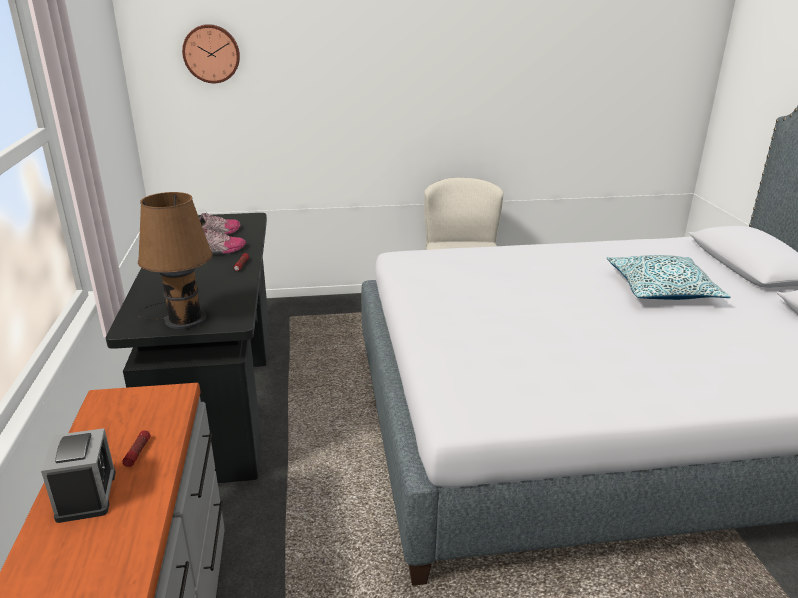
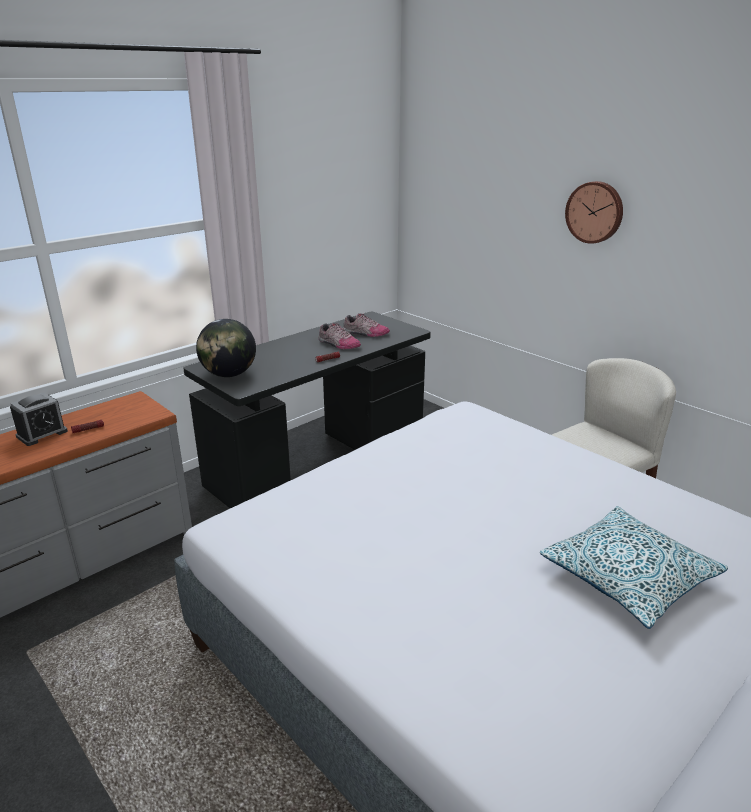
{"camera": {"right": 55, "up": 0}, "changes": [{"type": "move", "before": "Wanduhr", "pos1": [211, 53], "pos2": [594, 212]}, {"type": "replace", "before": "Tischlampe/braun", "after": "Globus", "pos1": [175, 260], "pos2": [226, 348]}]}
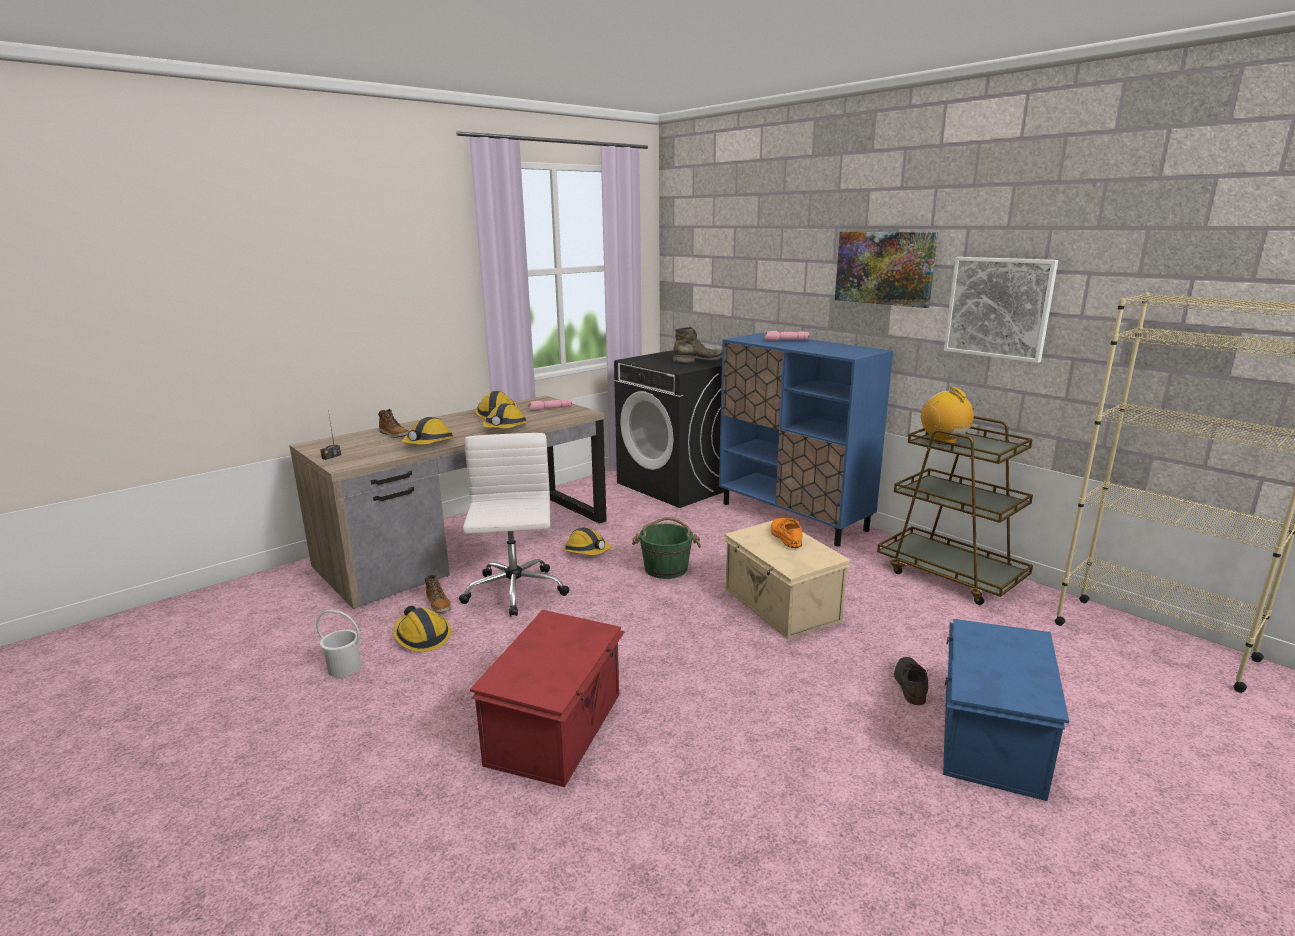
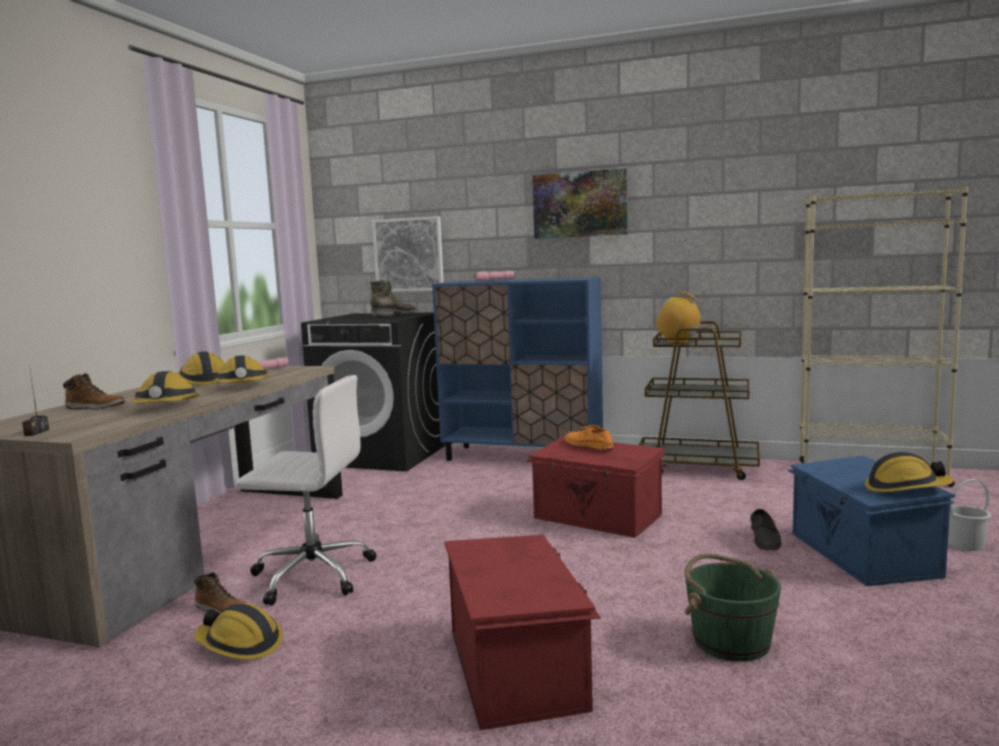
{"camera": {"right": -30, "up": -10}, "changes": [{"type": "move", "before": "Bild", "pos1": [1001, 310], "pos2": [408, 254]}, {"type": "rotate", "before": "Bürostuhl/weiß", "pos1": [514, 524], "pos2": [305, 490], "turn": 135}, {"type": "move", "before": "Eimer/grün", "pos1": [666, 548], "pos2": [732, 607]}, {"type": "recolor", "before": "Aufbewahrungsbox/beige", "after": "Aufbewahrungsbox/rot", "pos1": [786, 579], "pos2": [596, 487]}, {"type": "move", "before": "Schutzhelm", "pos1": [587, 541], "pos2": [909, 472]}, {"type": "move", "before": "Eimer/weiß", "pos1": [338, 643], "pos2": [969, 515]}, {"type": "rotate", "before": "Schuh/grau", "pos1": [911, 681], "pos2": [765, 529], "turn": -150}]}
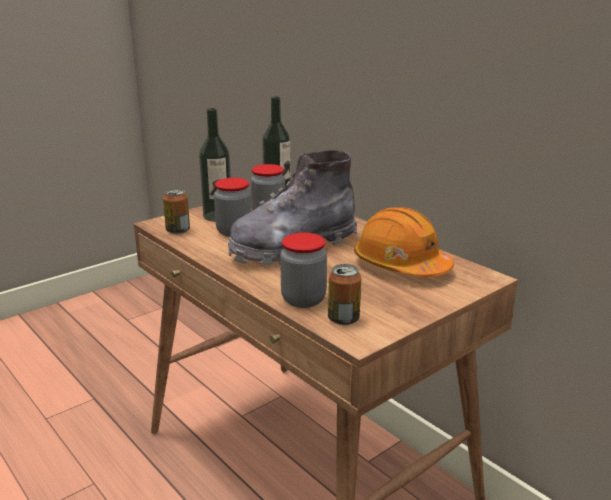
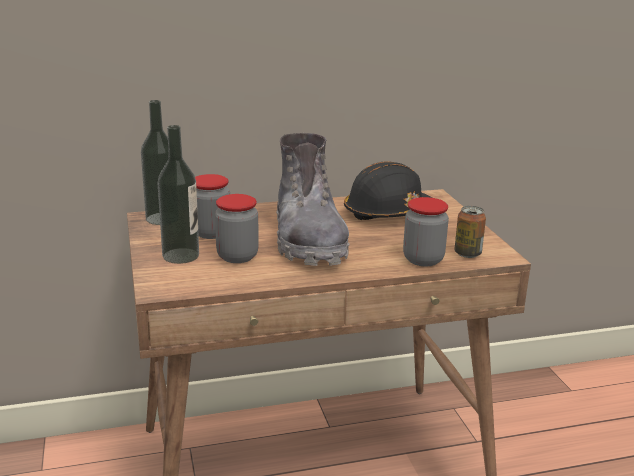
{"camera": {"right": -65, "up": 0}, "changes": [{"type": "delete", "before": "Dose", "pos1": [176, 211]}, {"type": "recolor", "before": "Schutzhelm/orange", "after": "Schutzhelm/schwarz", "pos1": [404, 242], "pos2": [388, 190]}]}
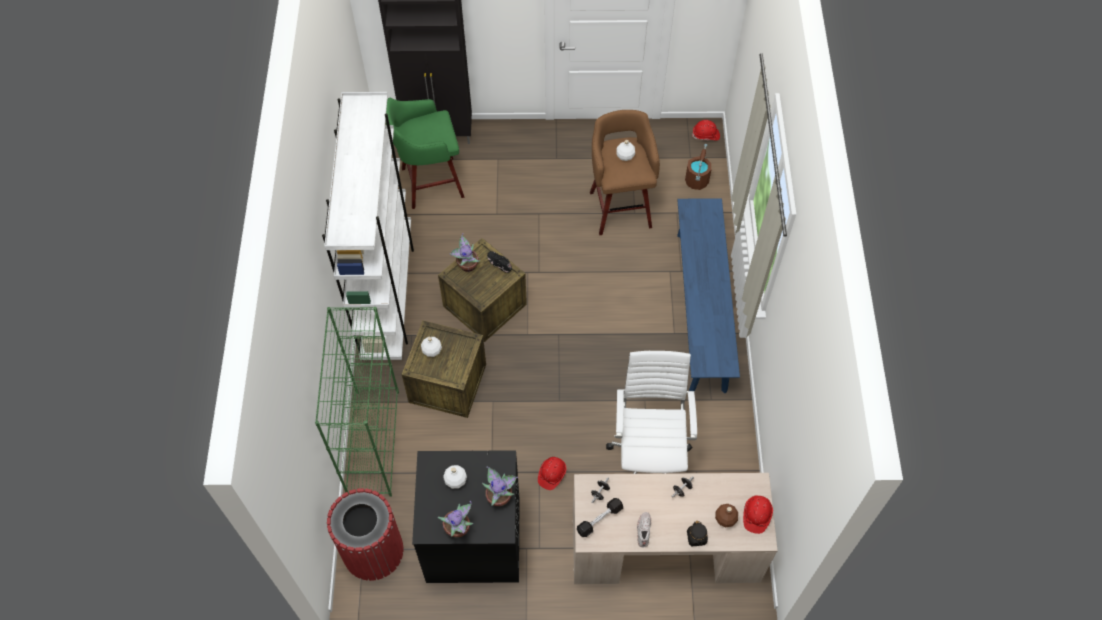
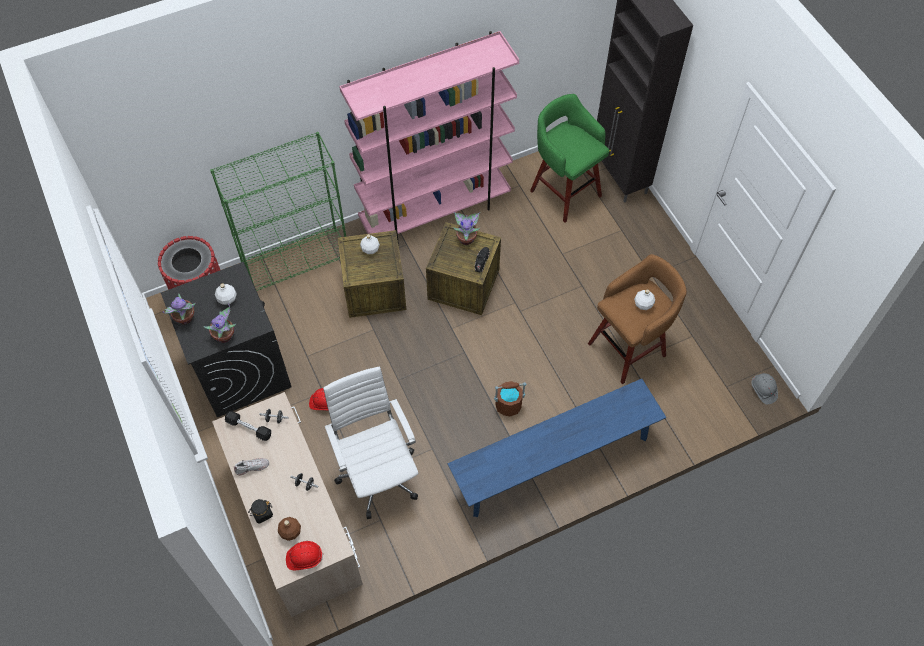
{"camera": {"right": 65, "up": 0}, "changes": [{"type": "recolor", "before": "Bücherregal/weiß", "after": "Bücherregal/rosa", "pos1": [368, 226], "pos2": [429, 138]}, {"type": "recolor", "before": "Schutzhelm/rot", "after": "Schutzhelm/grau", "pos1": [706, 130], "pos2": [764, 389]}, {"type": "move", "before": "Eimer/braun", "pos1": [698, 167], "pos2": [510, 399]}, {"type": "rotate", "before": "Bürostuhl/weiß", "pos1": [651, 412], "pos2": [370, 442], "turn": -90}]}
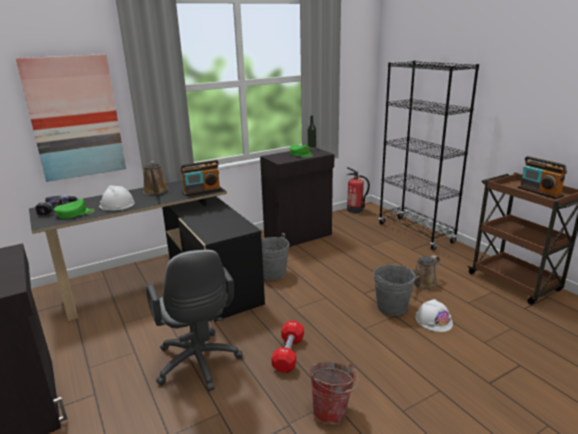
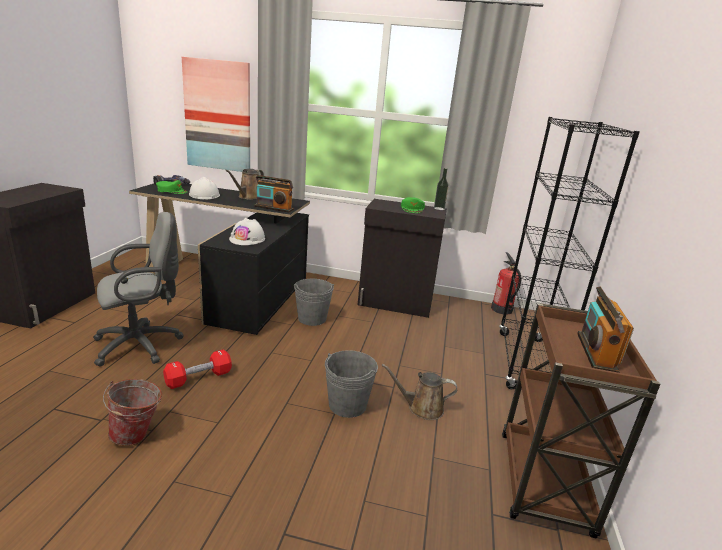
{"camera": {"right": 40, "up": 0}, "changes": [{"type": "rotate", "before": "Bürostuhl/grau", "pos1": [194, 320], "pos2": [138, 289], "turn": -135}, {"type": "move", "before": "Schutzhelm/weiß", "pos1": [434, 315], "pos2": [247, 231]}]}
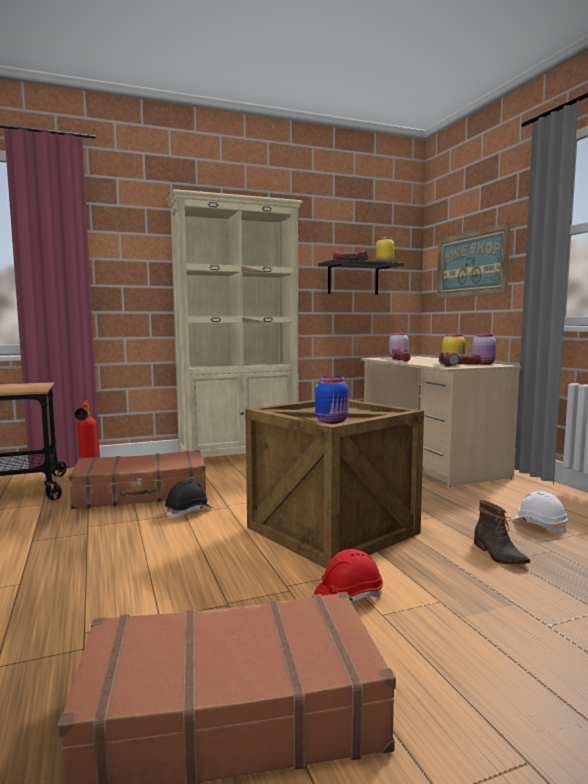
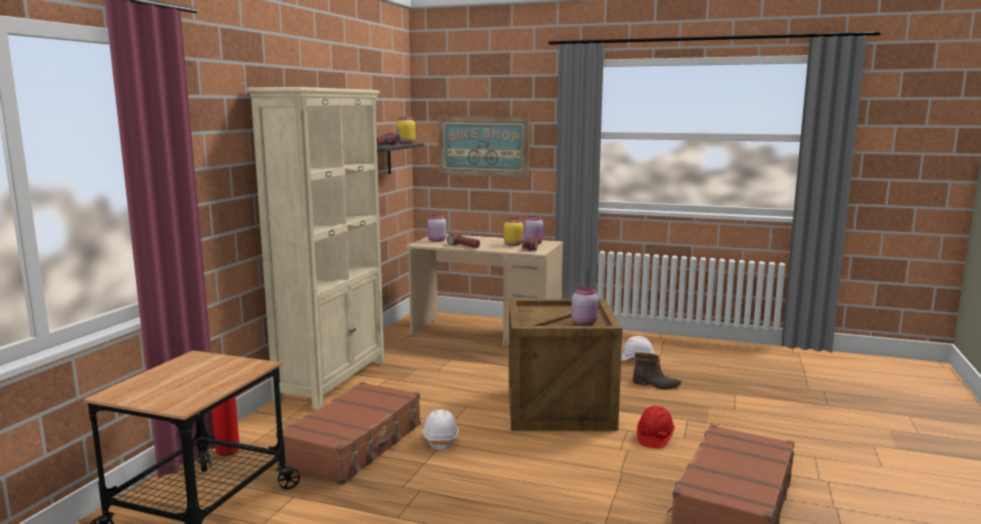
{"camera": {"right": -50, "up": 5}, "changes": [{"type": "recolor", "before": "Vorratsglas/blau", "after": "Vorratsglas/rosa", "pos1": [332, 400], "pos2": [584, 306]}, {"type": "recolor", "before": "Schutzhelm/schwarz", "after": "Schutzhelm/weiß", "pos1": [188, 499], "pos2": [440, 430]}]}
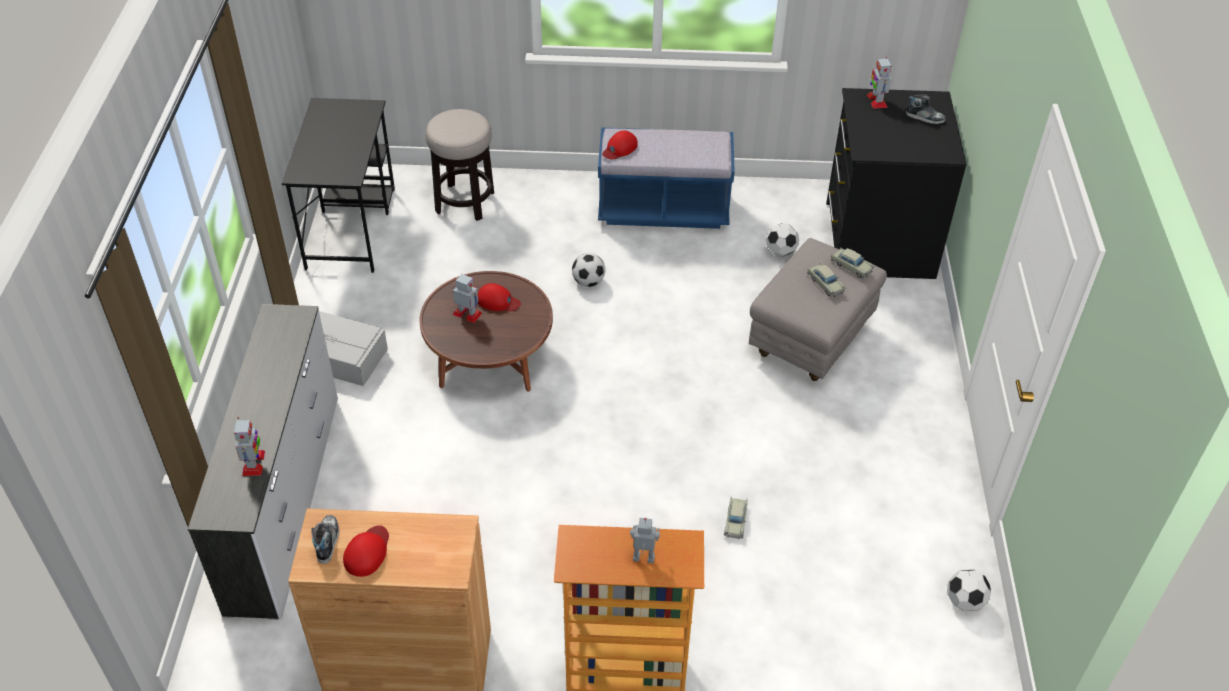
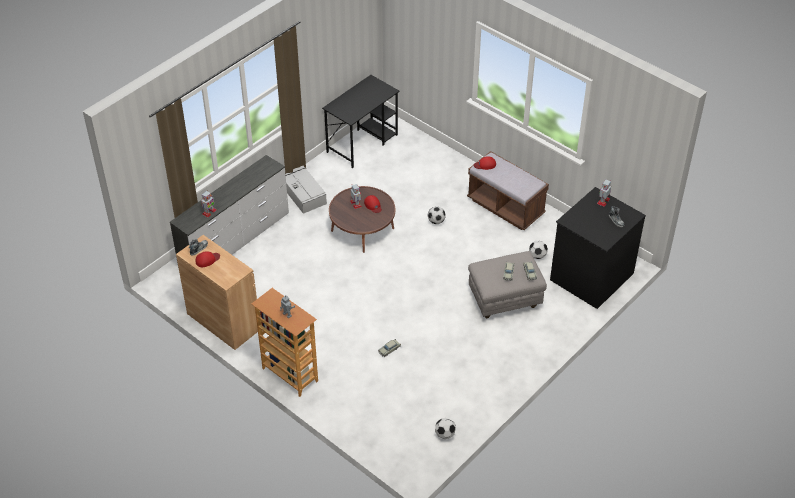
{"camera": {"right": 40, "up": 0}, "changes": [{"type": "delete", "before": "Hocker", "pos1": [459, 165]}, {"type": "recolor", "before": "Bank/blau", "after": "Bank/braun", "pos1": [666, 178], "pos2": [508, 190]}]}
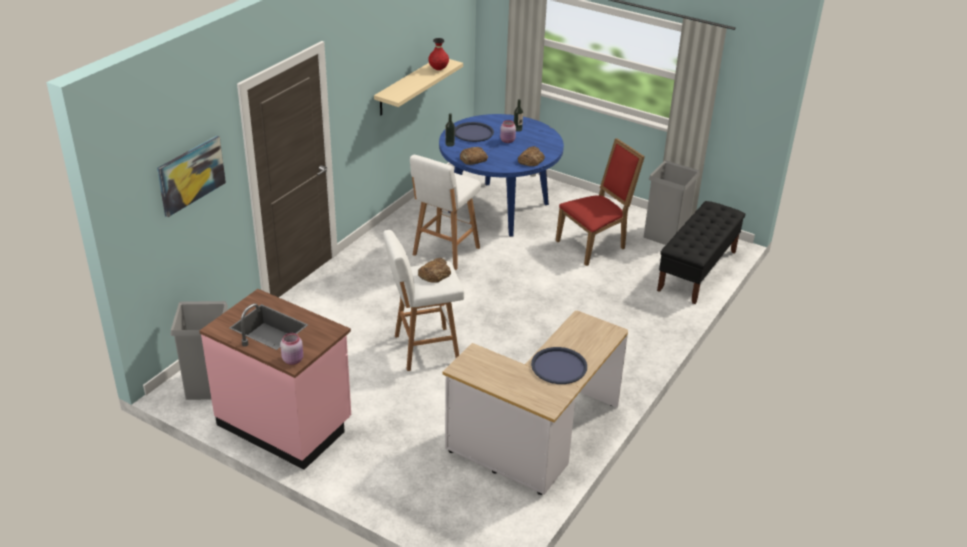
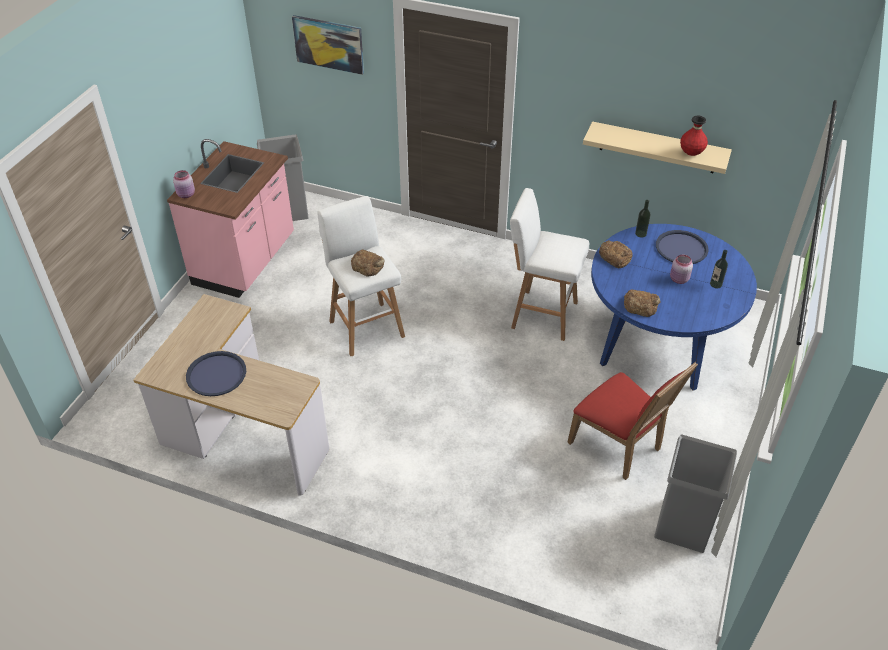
{"camera": {"right": 80, "up": 10}, "changes": [{"type": "delete", "before": "Bank/schwarz", "pos1": [701, 252]}]}
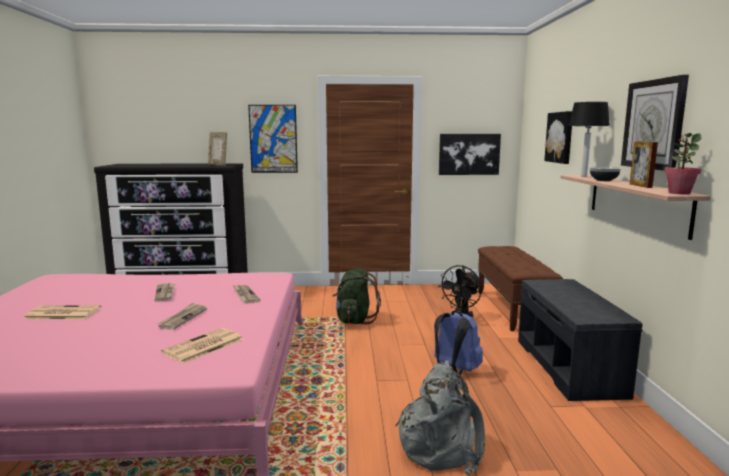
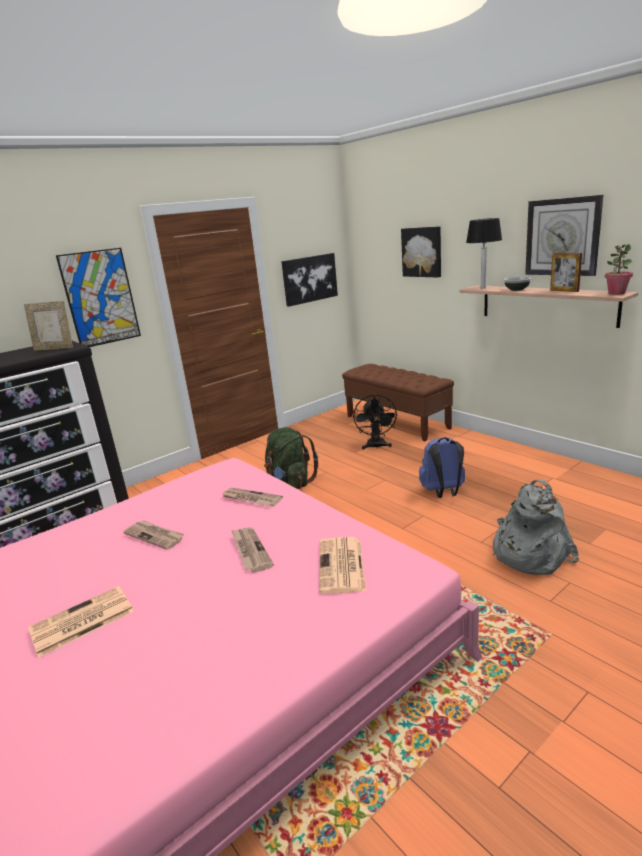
{"camera": {"right": -35, "up": 10}, "changes": [{"type": "delete", "before": "Bank/grau", "pos1": [580, 340]}]}
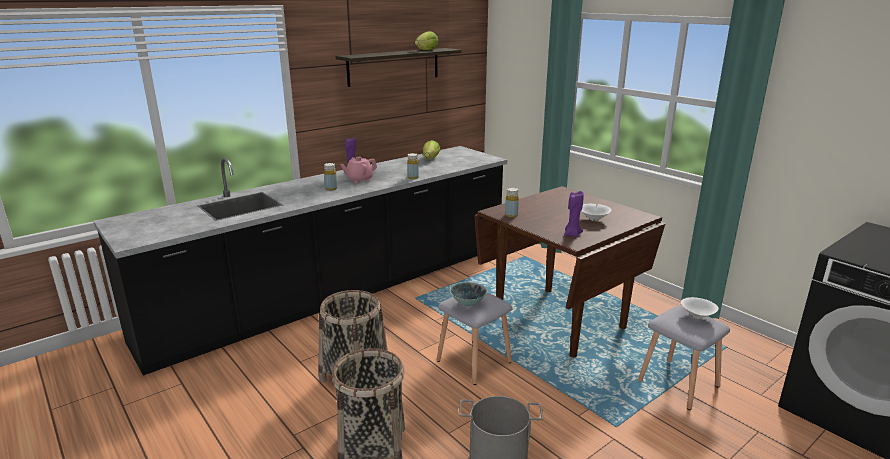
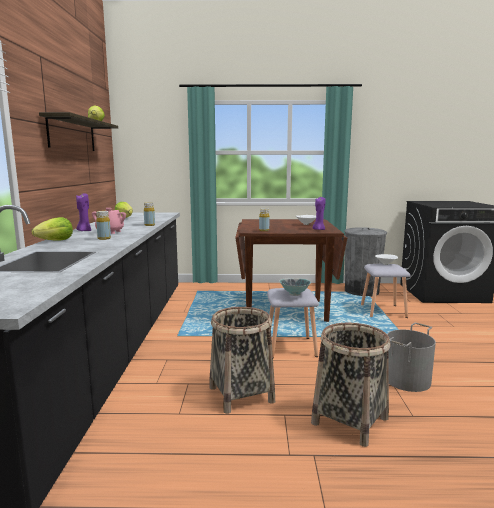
{"camera": {"right": -50, "up": -10}, "changes": [{"type": "insert", "after": "Salatkopf", "pos2": [52, 228]}, {"type": "insert", "after": "Mülleimer/grau", "pos2": [365, 262]}]}
